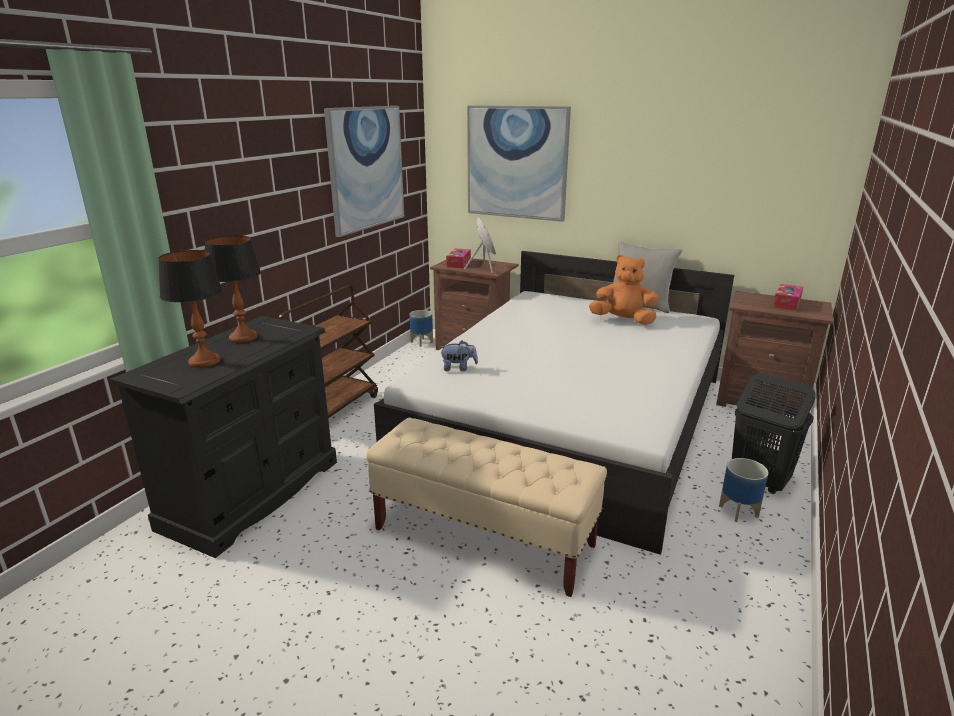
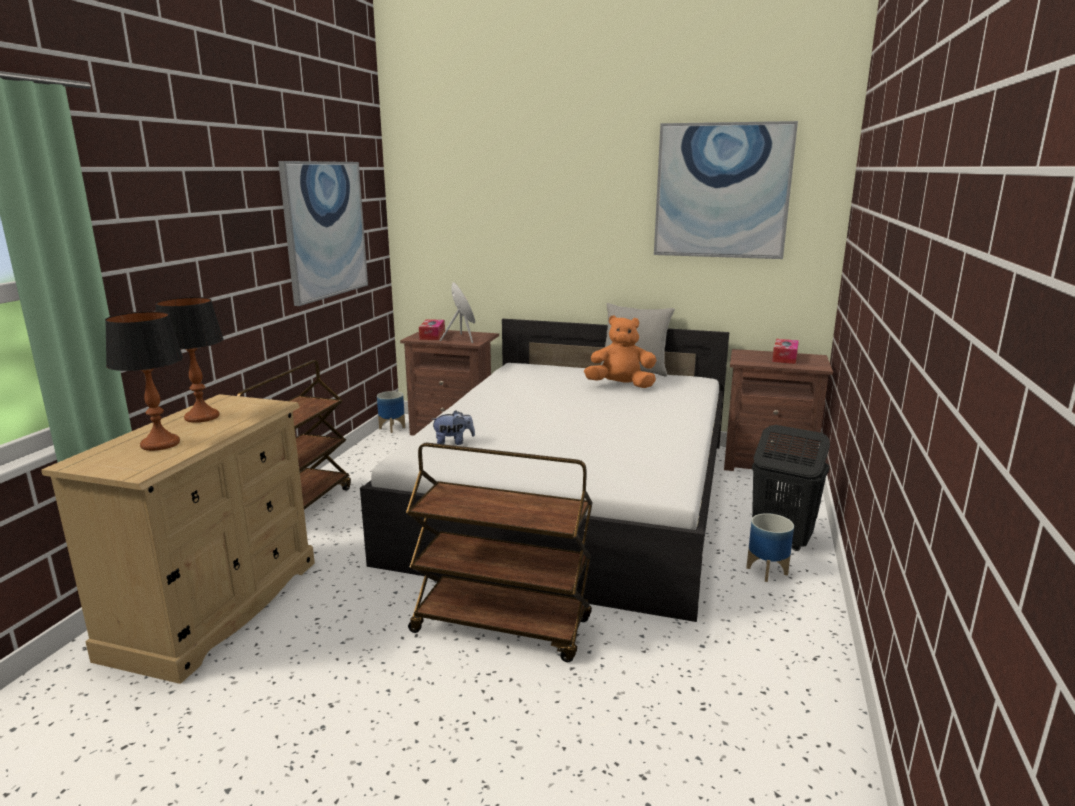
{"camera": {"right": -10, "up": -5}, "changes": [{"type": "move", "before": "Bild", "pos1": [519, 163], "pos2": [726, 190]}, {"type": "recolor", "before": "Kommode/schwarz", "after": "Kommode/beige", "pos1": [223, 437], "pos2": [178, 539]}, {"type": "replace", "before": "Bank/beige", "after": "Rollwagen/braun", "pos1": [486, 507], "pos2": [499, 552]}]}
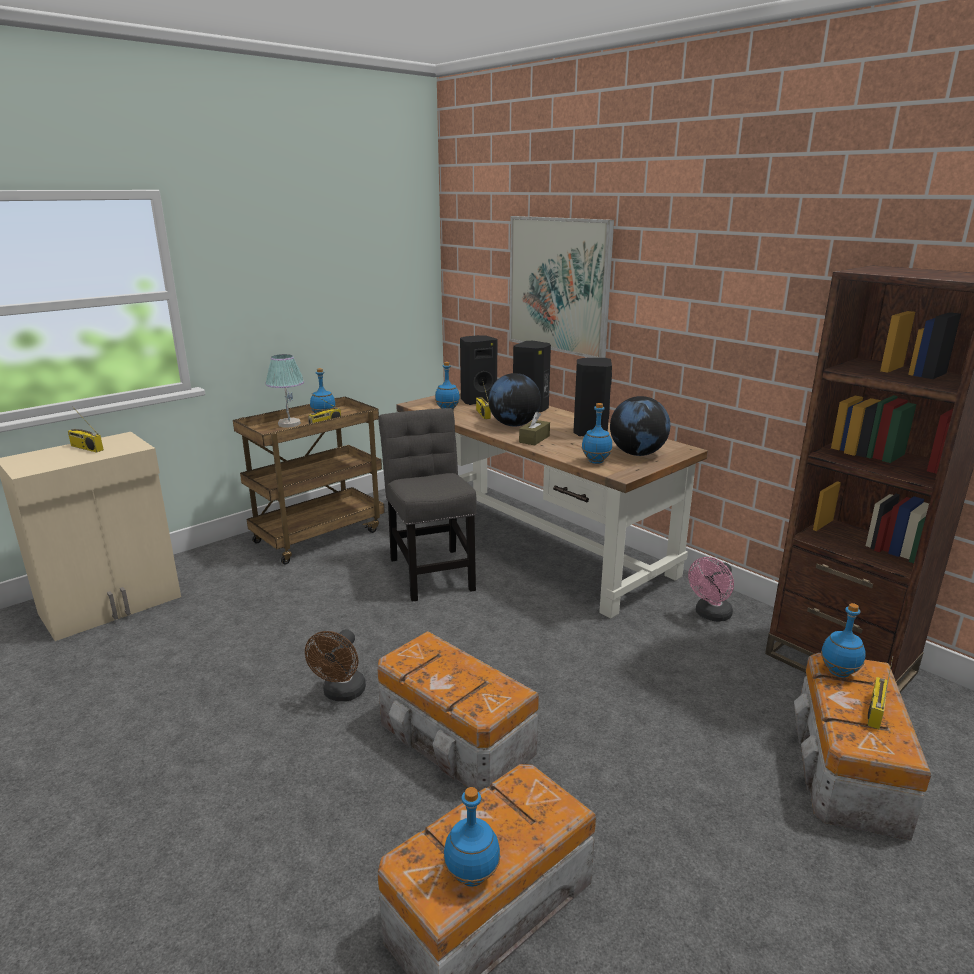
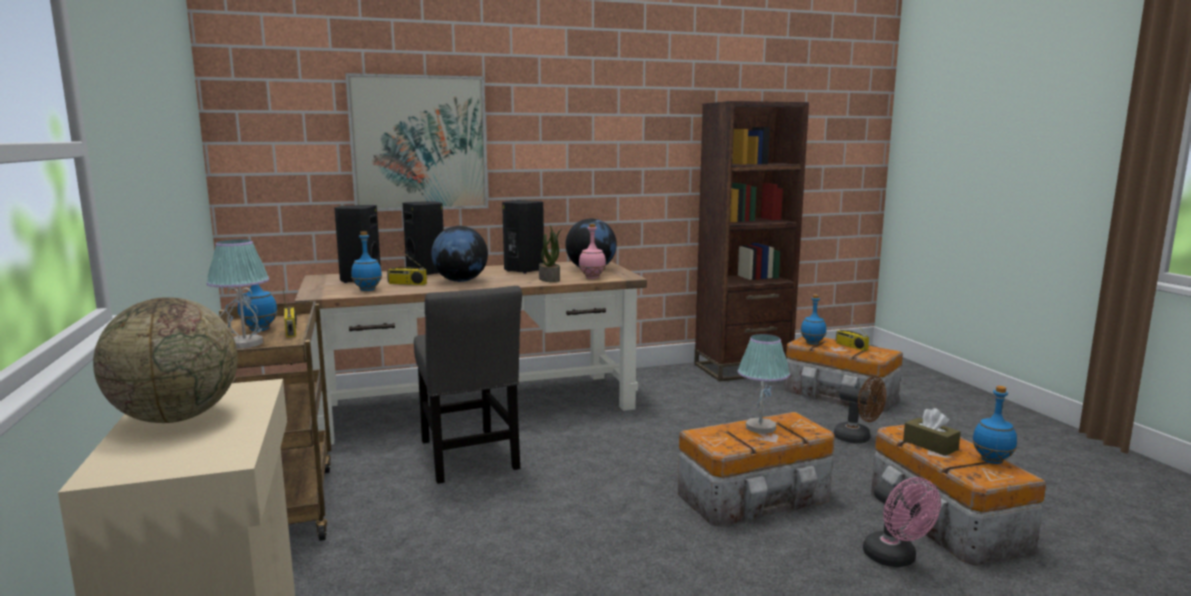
{"camera": {"right": -65, "up": -10}, "changes": [{"type": "recolor", "before": "Flasche/blau", "after": "Flasche/rosa", "pos1": [596, 433], "pos2": [592, 251]}, {"type": "replace", "before": "Radio", "after": "Globus", "pos1": [86, 429], "pos2": [165, 360]}, {"type": "rotate", "before": "Stuhl/grau", "pos1": [427, 505], "pos2": [468, 385], "turn": -120}, {"type": "move", "before": "Taschentuchbox/braun", "pos1": [534, 428], "pos2": [932, 432]}, {"type": "move", "before": "Ventilator/rosa", "pos1": [711, 589], "pos2": [902, 522]}, {"type": "move", "before": "Ventilator/braun", "pos1": [335, 665], "pos2": [860, 409]}, {"type": "insert", "after": "Topfpflanze", "pos2": [550, 253]}, {"type": "insert", "after": "Tischlampe", "pos2": [764, 384]}]}
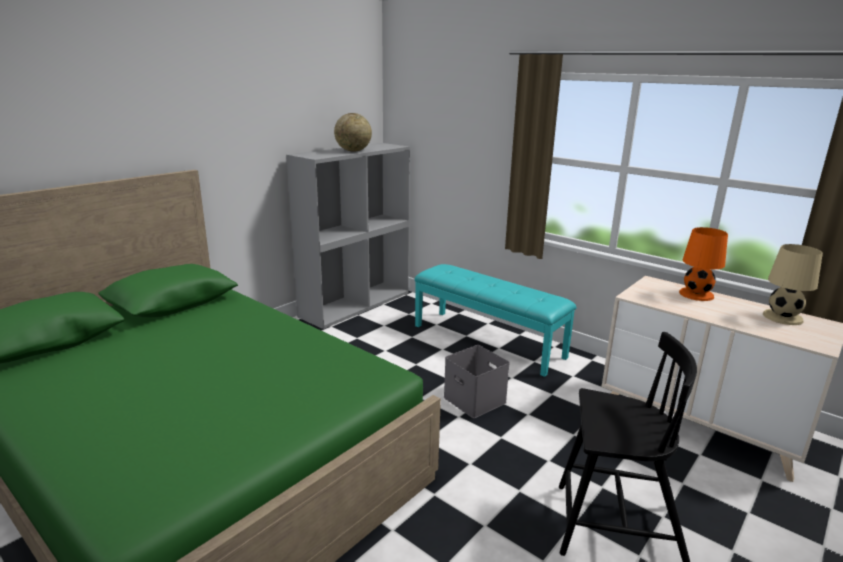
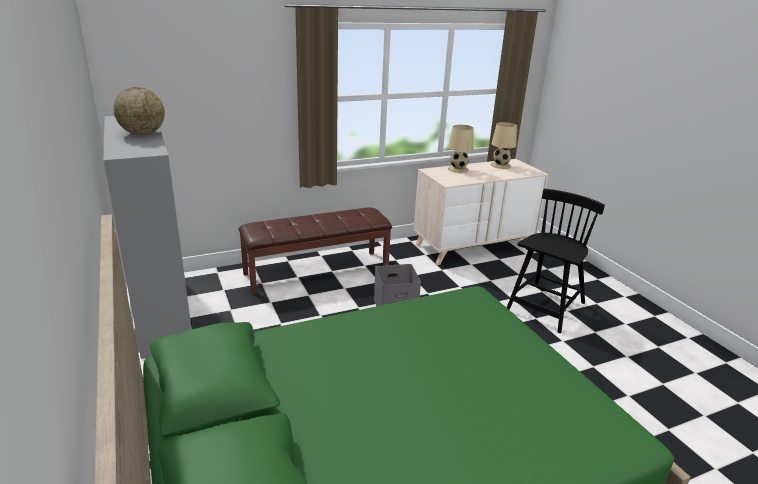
{"camera": {"right": -65, "up": 5}, "changes": [{"type": "recolor", "before": "Tischlampe/orange", "after": "Tischlampe/beige", "pos1": [703, 264], "pos2": [461, 149]}, {"type": "recolor", "before": "Bank/türkis", "after": "Bank/braun", "pos1": [495, 320], "pos2": [315, 250]}]}
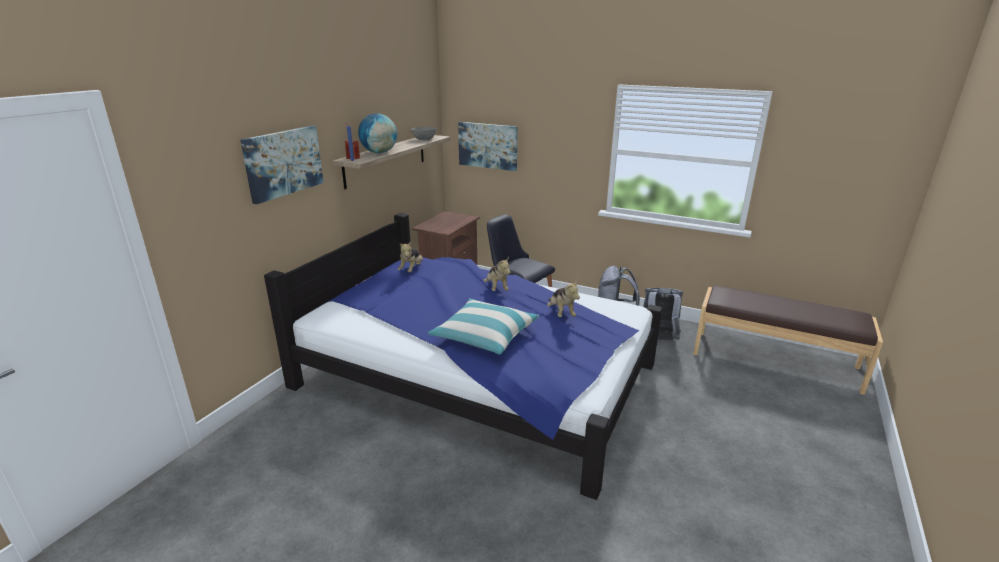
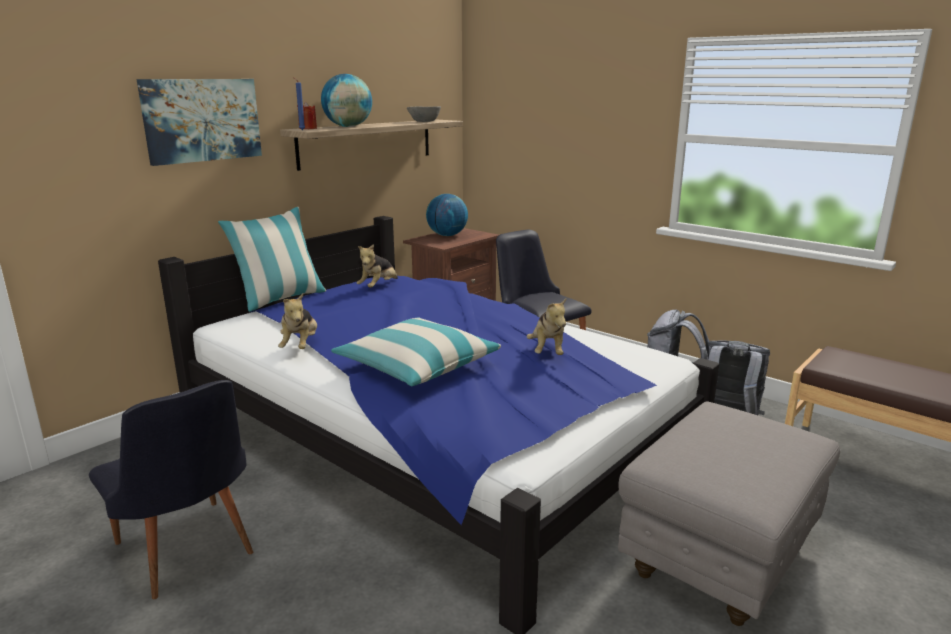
{"camera": {"right": 15, "up": -5}, "changes": [{"type": "delete", "before": "Bild", "pos1": [488, 146]}, {"type": "move", "before": "Plüschtier", "pos1": [497, 274], "pos2": [297, 321]}, {"type": "insert", "after": "Globus", "pos2": [447, 215]}, {"type": "insert", "after": "Kissen", "pos2": [272, 259]}, {"type": "insert", "after": "Stuhl/schwarz", "pos2": [171, 489]}, {"type": "insert", "after": "Polsterhocker/grau", "pos2": [729, 513]}]}
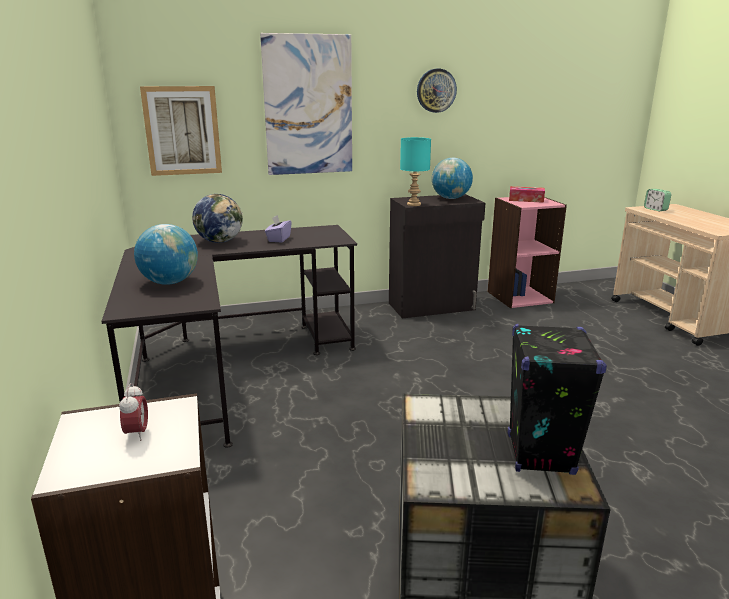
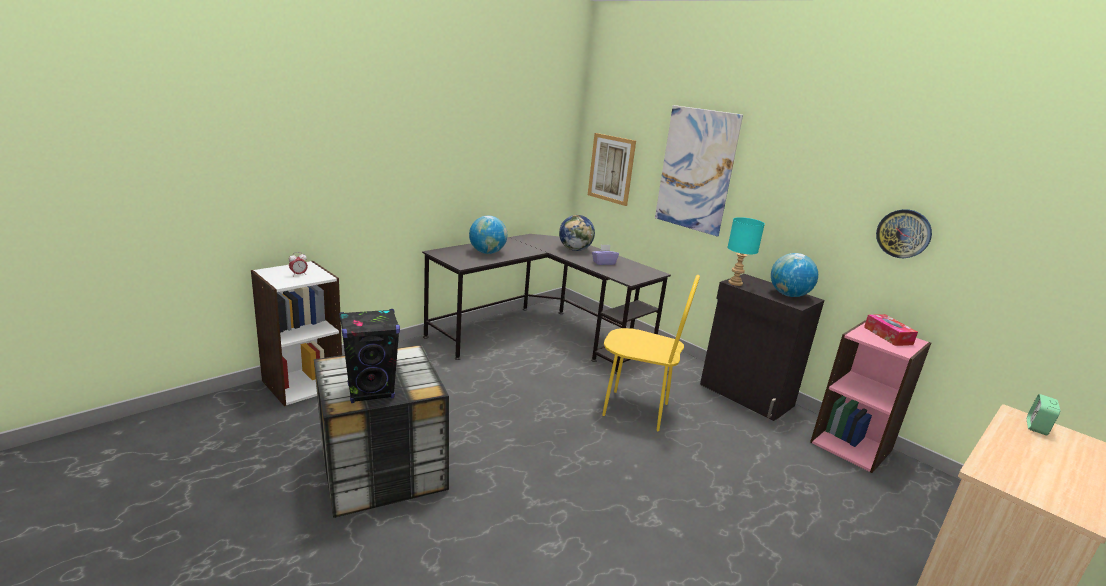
{"camera": {"right": 60, "up": 0}, "changes": [{"type": "move", "before": "Wanduhr", "pos1": [437, 91], "pos2": [904, 233]}, {"type": "insert", "after": "Stuhl/gelb", "pos2": [651, 353]}]}
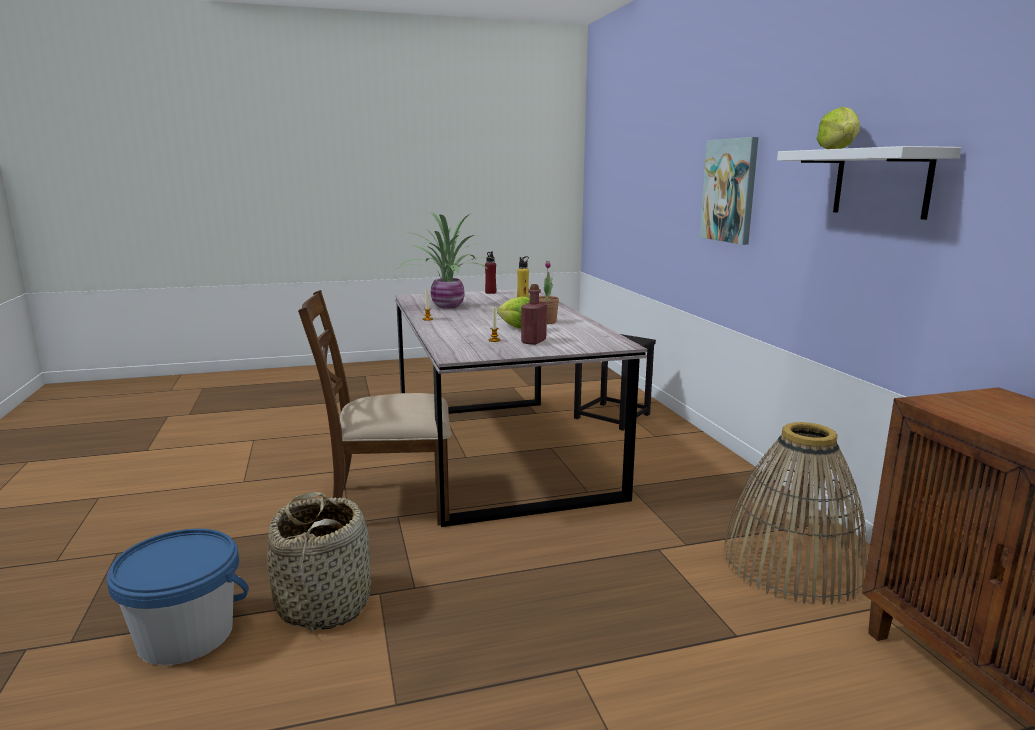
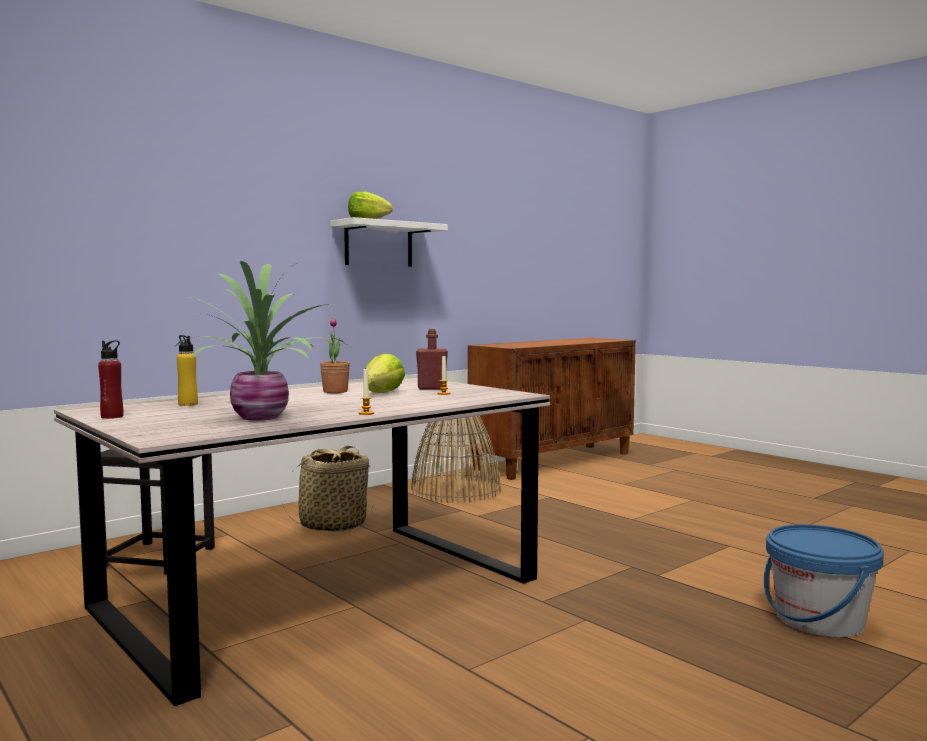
{"camera": {"right": -115, "up": -10}, "changes": [{"type": "delete", "before": "Bild", "pos1": [728, 191]}, {"type": "delete", "before": "Stuhl/braun", "pos1": [374, 407]}, {"type": "move", "before": "Korb", "pos1": [319, 561], "pos2": [329, 488]}]}
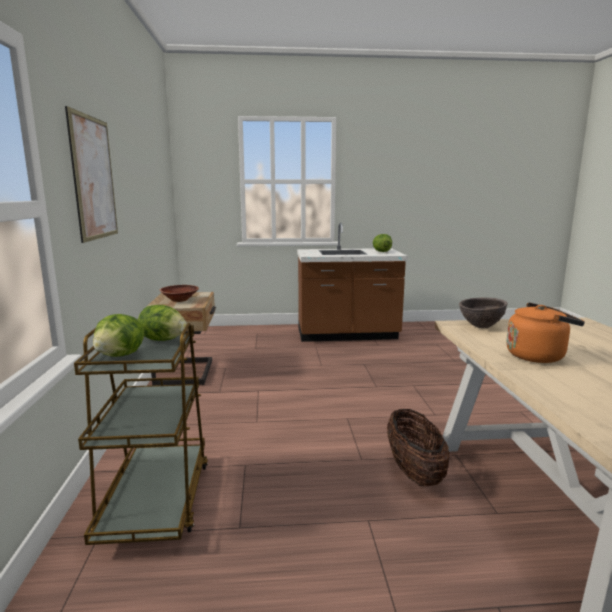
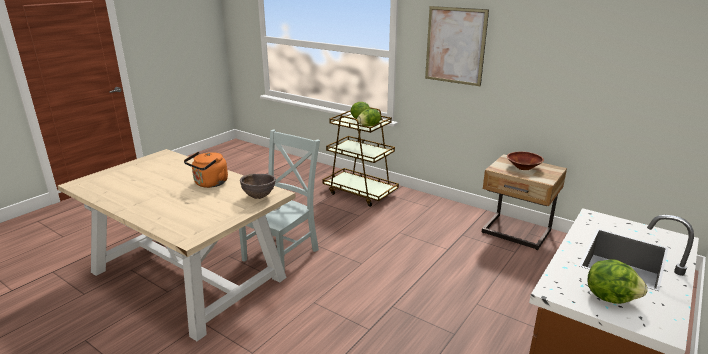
{"camera": {"right": 130, "up": 10}, "changes": [{"type": "replace", "before": "Korb", "after": "Stuhl/grau", "pos1": [418, 447], "pos2": [279, 200]}]}
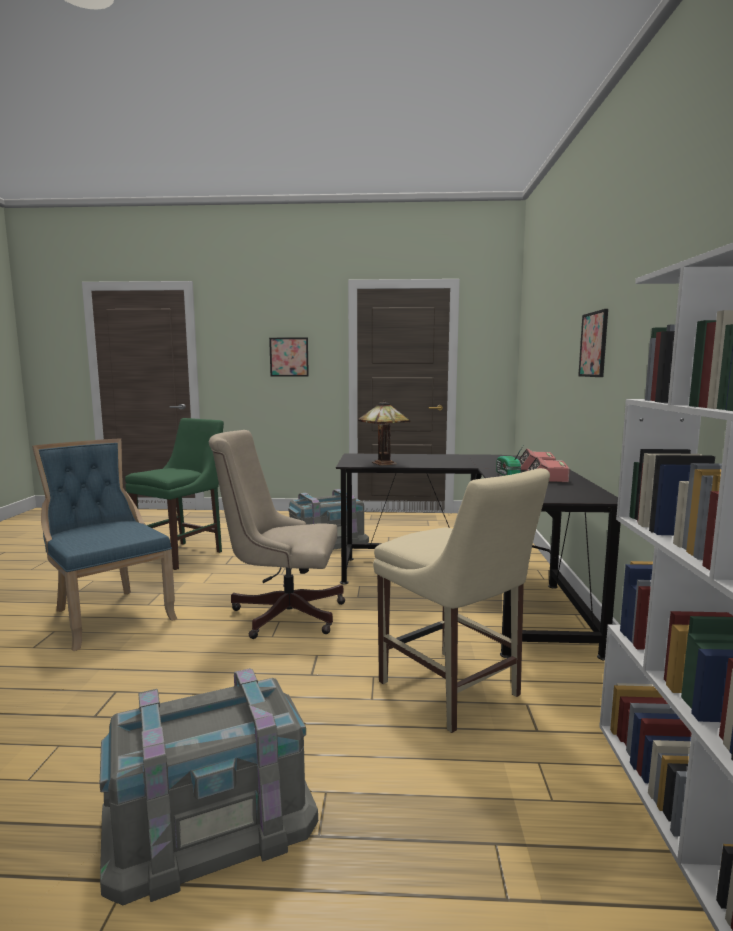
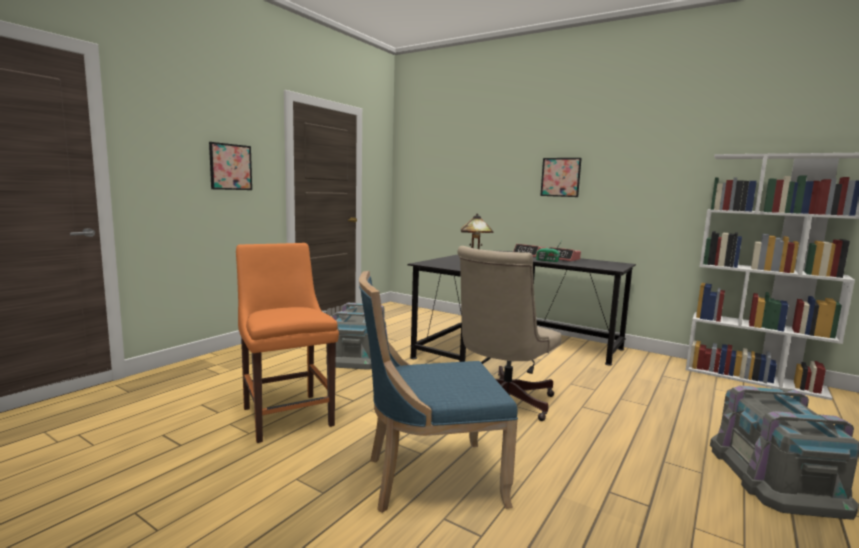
{"camera": {"right": -60, "up": 0}, "changes": [{"type": "recolor", "before": "Stuhl/grün", "after": "Stuhl/orange", "pos1": [174, 494], "pos2": [287, 343]}, {"type": "delete", "before": "Stuhl/beige", "pos1": [461, 600]}]}
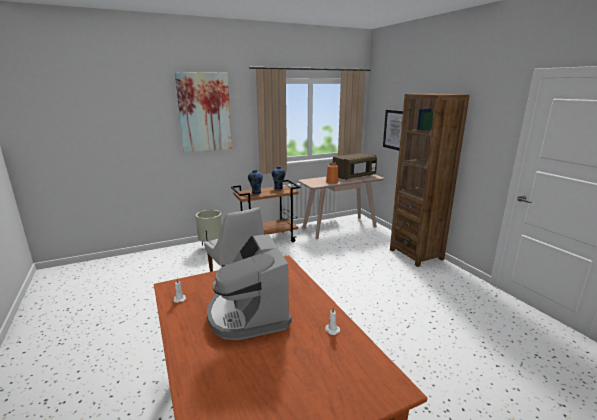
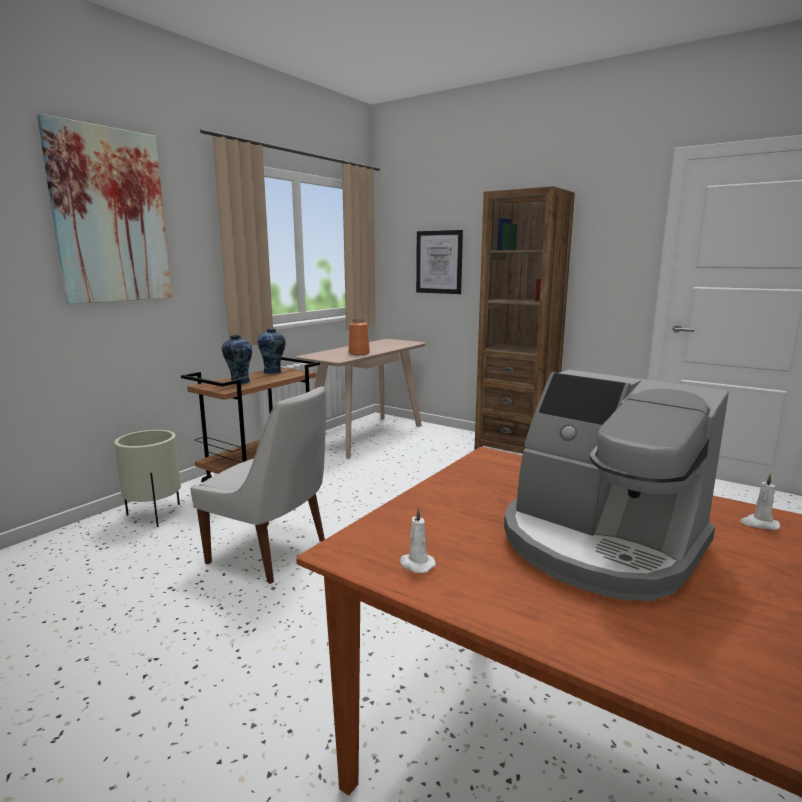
{"camera": {"right": -30, "up": -5}, "changes": [{"type": "delete", "before": "Mikrowelle/braun", "pos1": [355, 166]}]}
